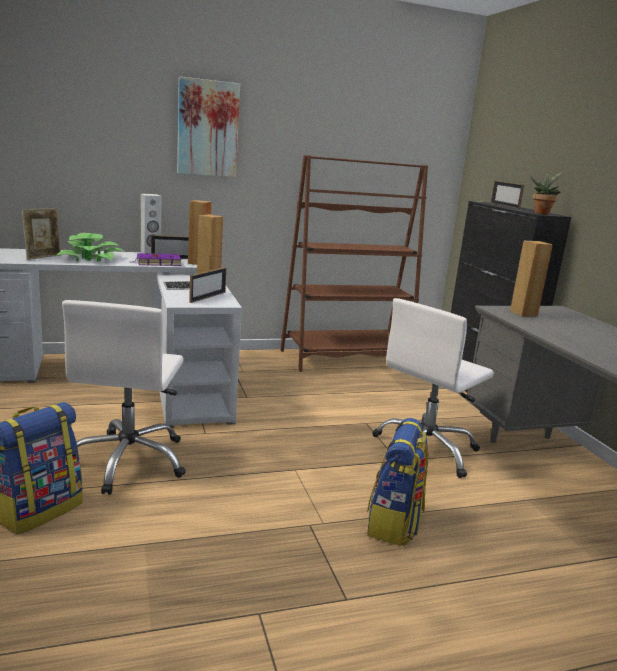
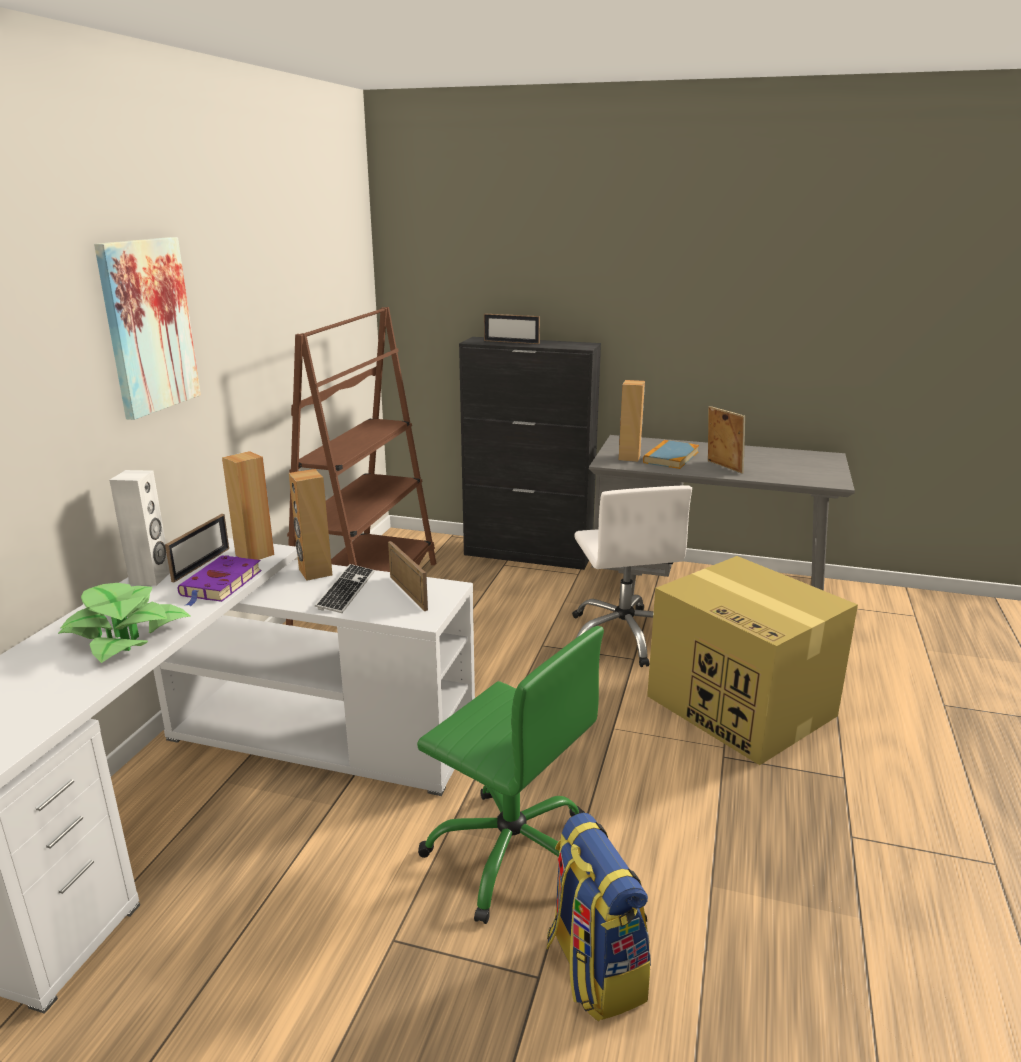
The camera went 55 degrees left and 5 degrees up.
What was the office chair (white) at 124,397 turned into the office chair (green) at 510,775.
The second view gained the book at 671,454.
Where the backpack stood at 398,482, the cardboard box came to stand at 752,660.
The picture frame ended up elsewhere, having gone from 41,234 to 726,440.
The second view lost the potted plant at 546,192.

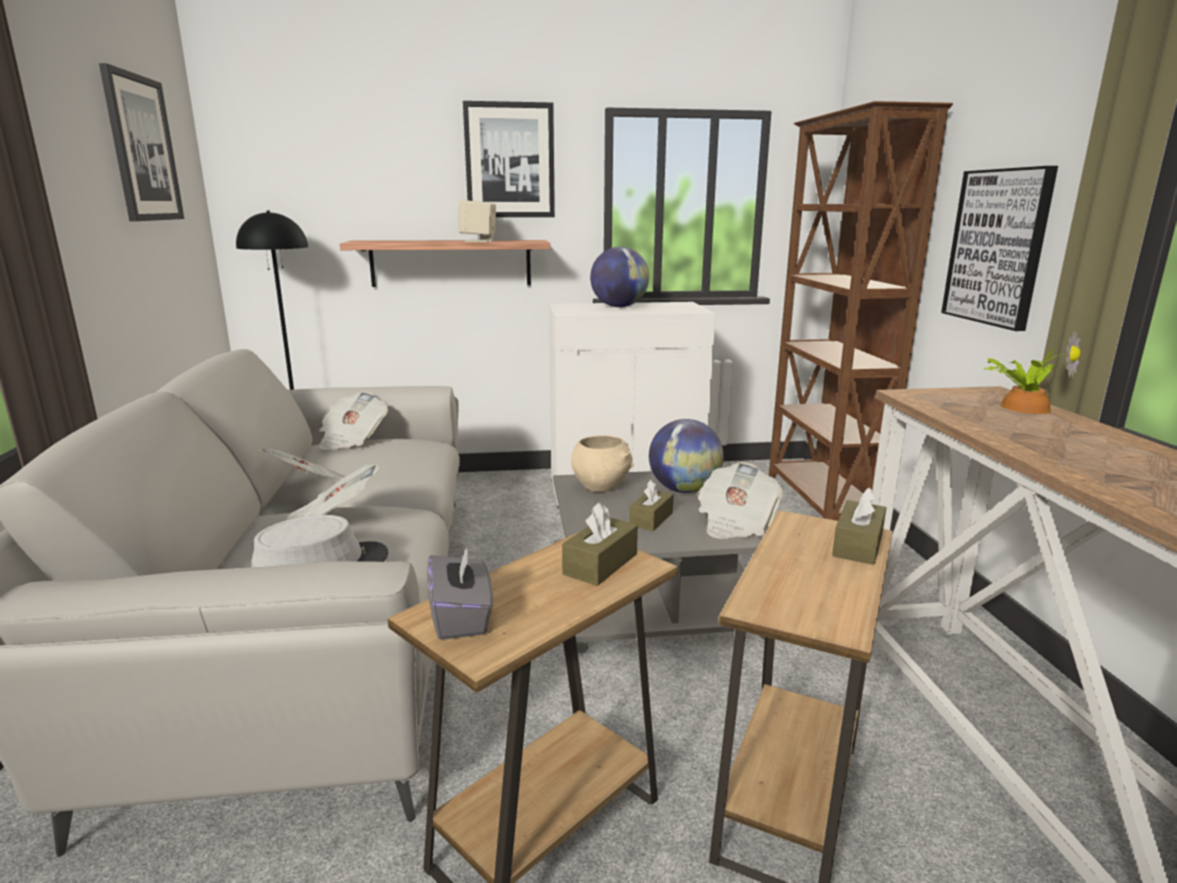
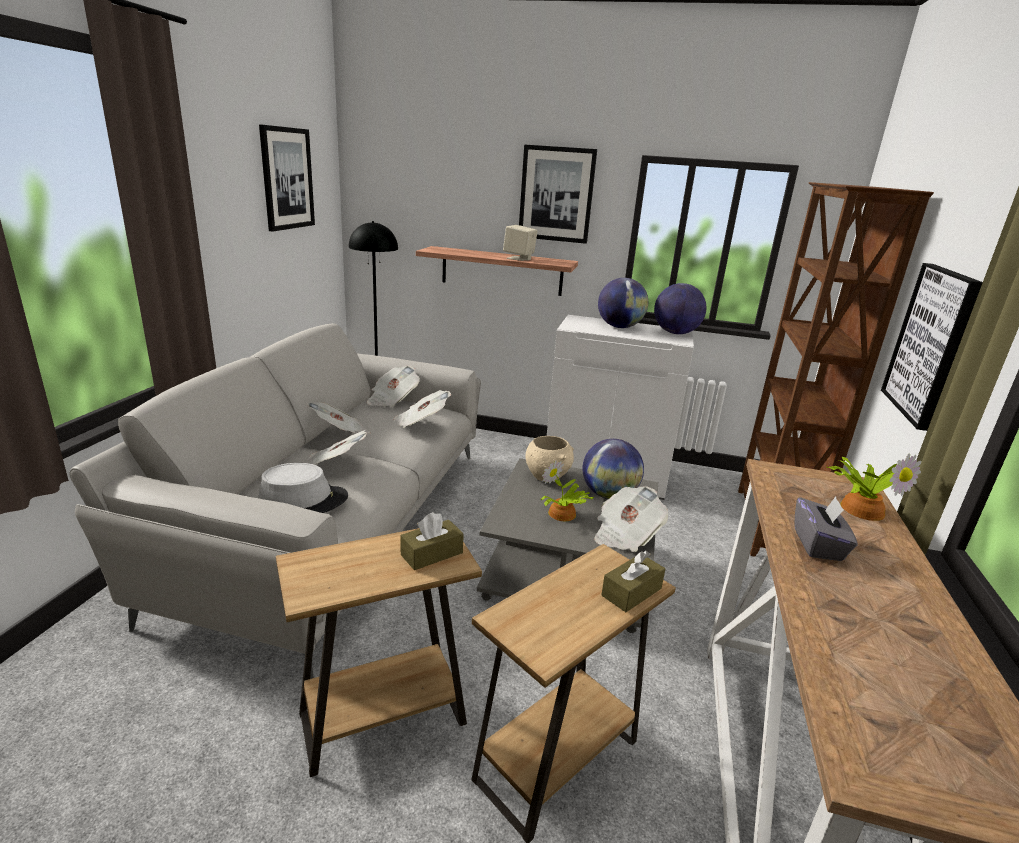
The camera went 20 degrees right and 5 degrees up.
The second view gained the newspaper at 422,409.
Where the tissue box (brown) stood at 651,505, the potted plant came to stand at 567,490.
The second view gained the globe at 680,308.
The tissue box (grey) ended up elsewhere, having gone from 460,592 to 826,529.

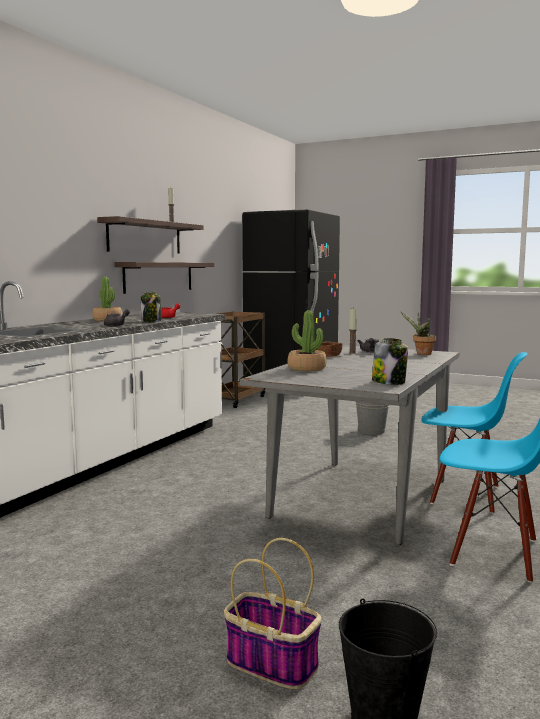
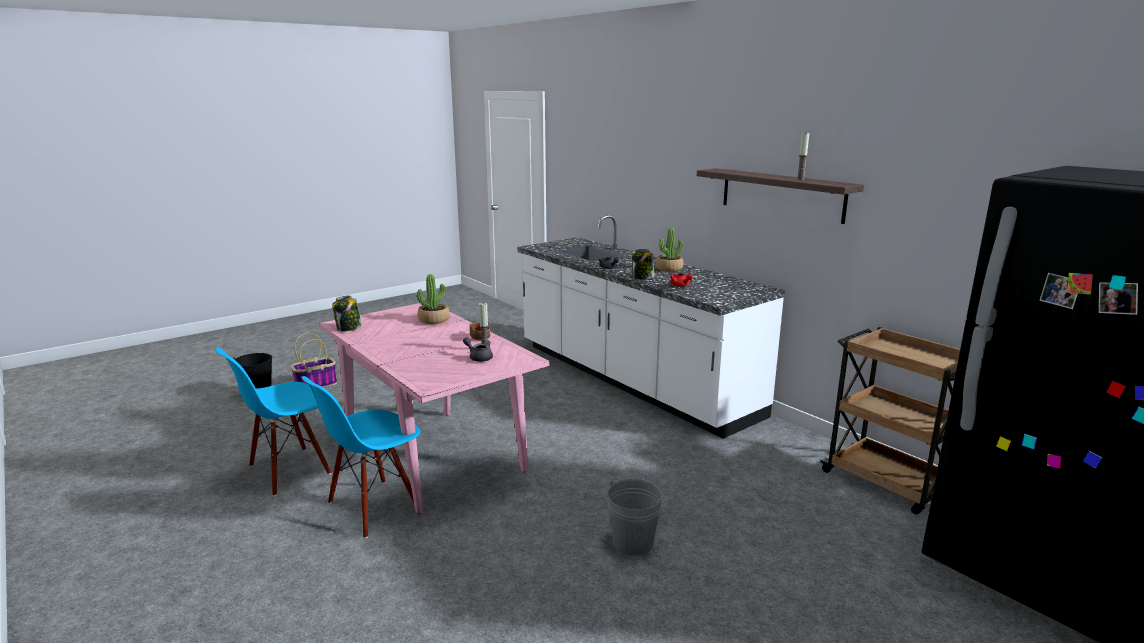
The camera went 115 degrees right and 10 degrees up.
What was the dining table (grey) at 349,445 turned into the dining table (pink) at 434,408.
The second view lost the shelf at 164,278.
The second view lost the potted plant at 418,333.

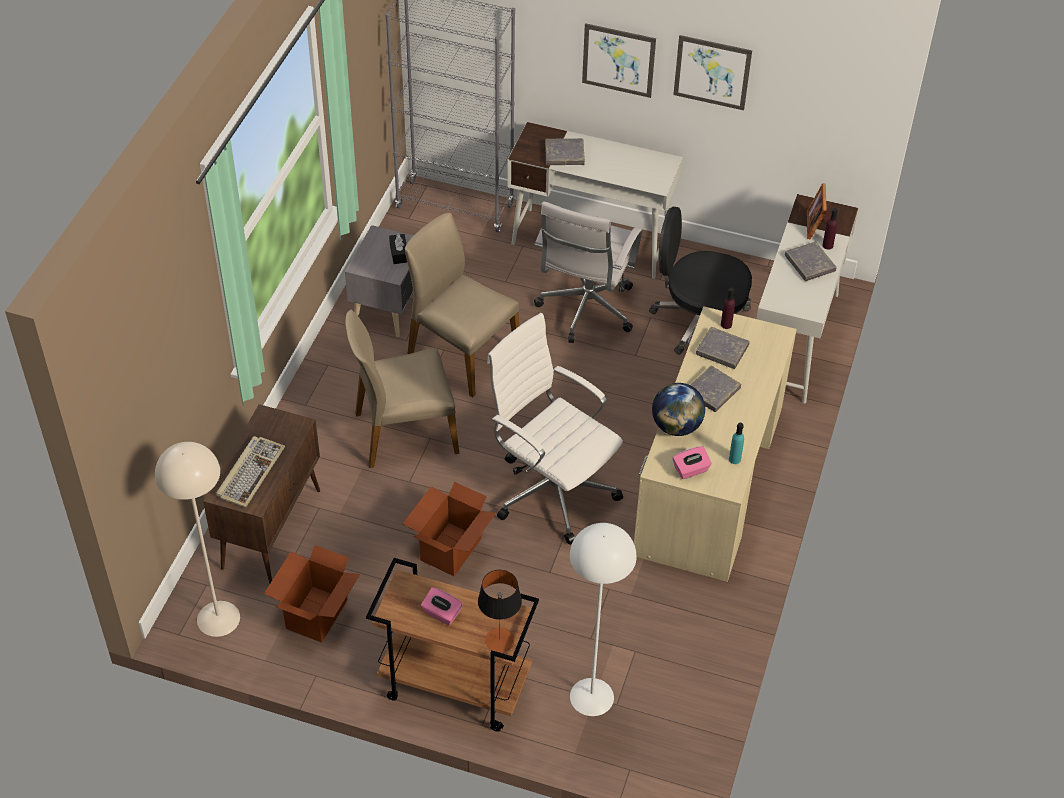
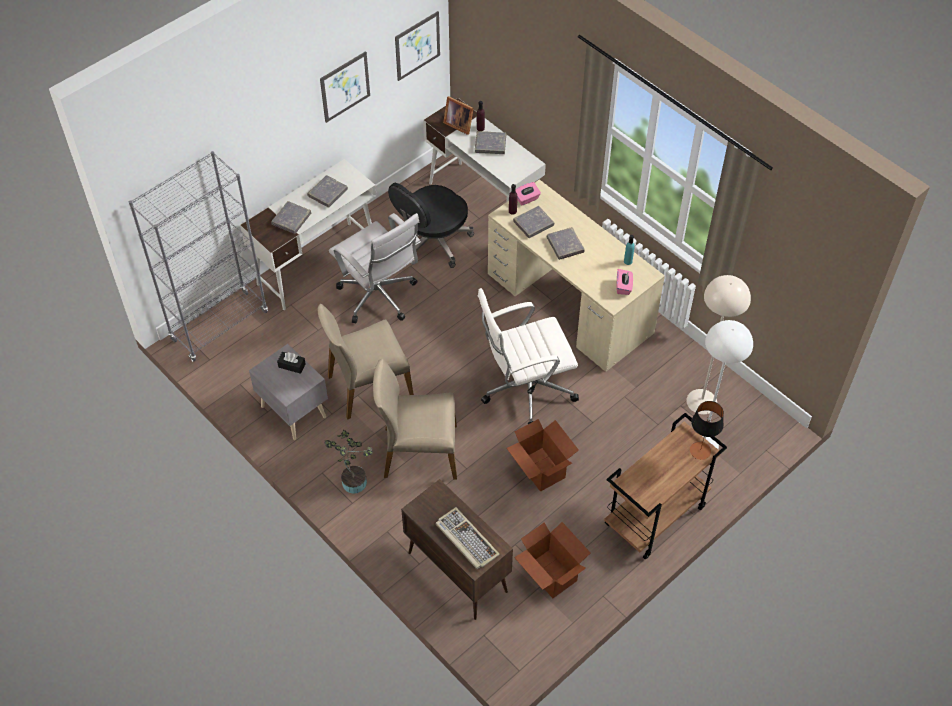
The camera went 60 degrees left and 5 degrees up.
The second view gained the book (grey) at 327,191.
The second view gained the potted plant at 349,462.
The chair (beige) at 402,388 ended up facing another way, 75 degrees clockwise from before.
The picture ended up elsewhere, having gone from 619,60 to 417,46.
The tissue box (pink) ended up elsewhere, having gone from 442,606 to 528,193.
The floor lamp (beige) ended up elsewhere, having gone from 197,539 to 718,344.
The second view lost the globe at 678,409.

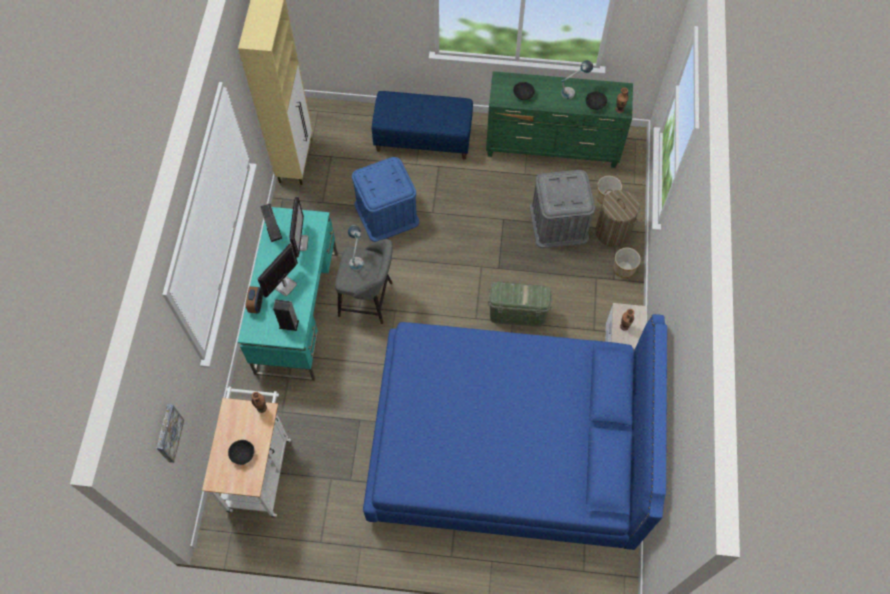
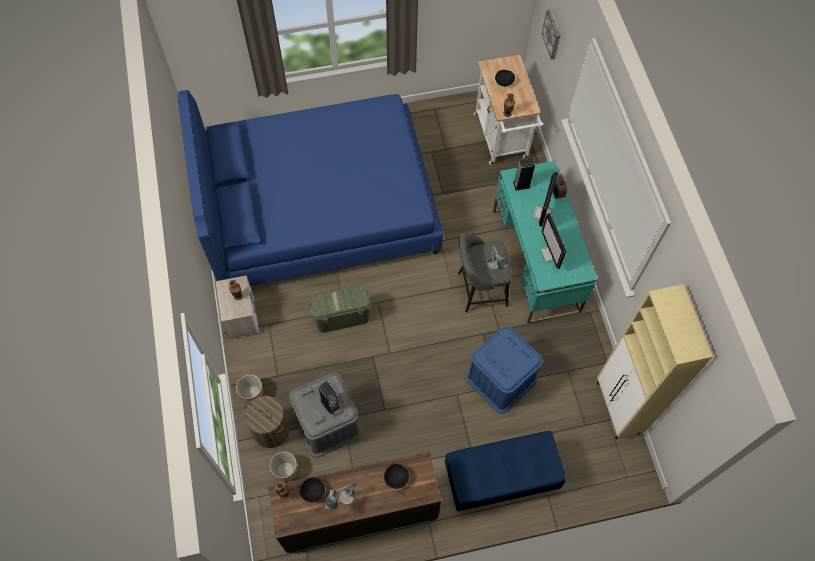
The camera went 160 degrees right and 0 degrees up.
What was the dresser (green) at 559,119 turned into the dresser (brown) at 354,502.
The speaker ended up elsewhere, having gone from 271,222 to 329,397.

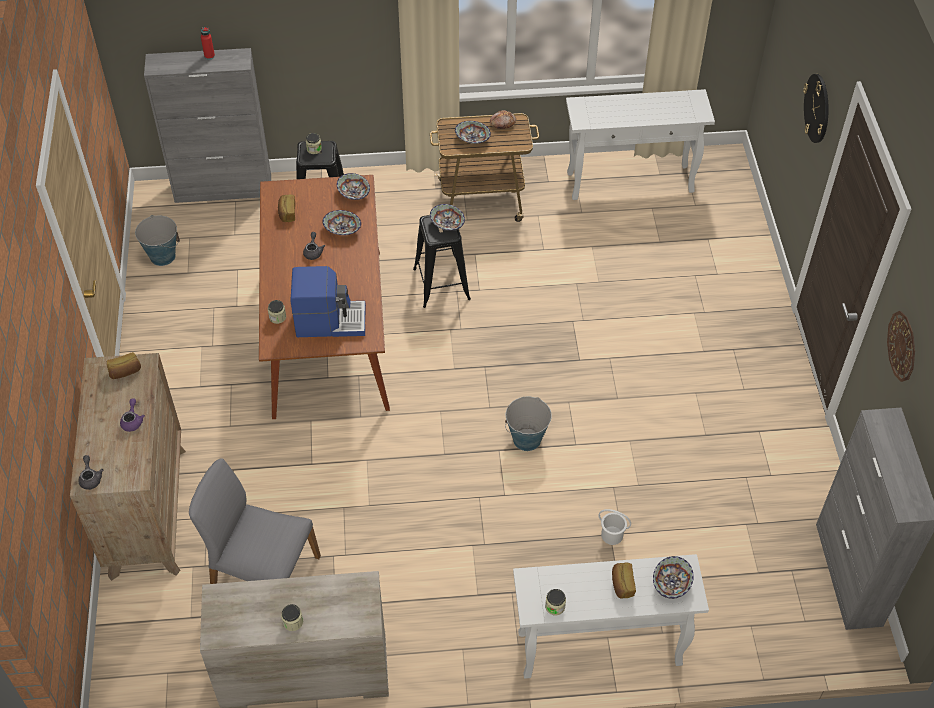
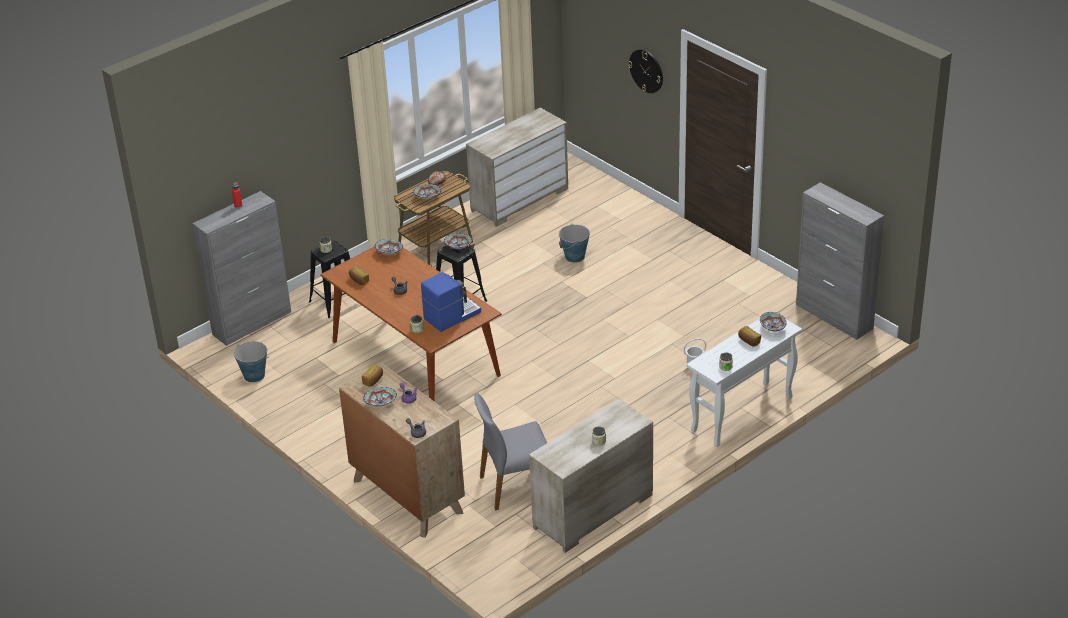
The camera went 35 degrees left and 15 degrees down.
The bowl ended up elsewhere, having gone from 342,222 to 380,397.
Where the console table (white) stood at 640,144, the dresser (beige) came to stand at 517,167.
The bucket ended up elsewhere, having gone from 528,424 to 574,243.
The second view lost the wall clock at 901,346.

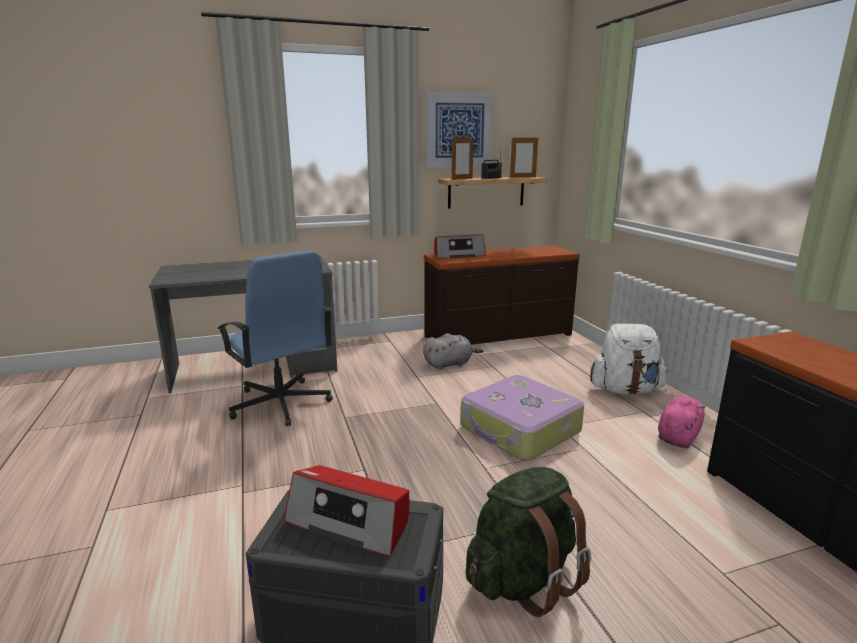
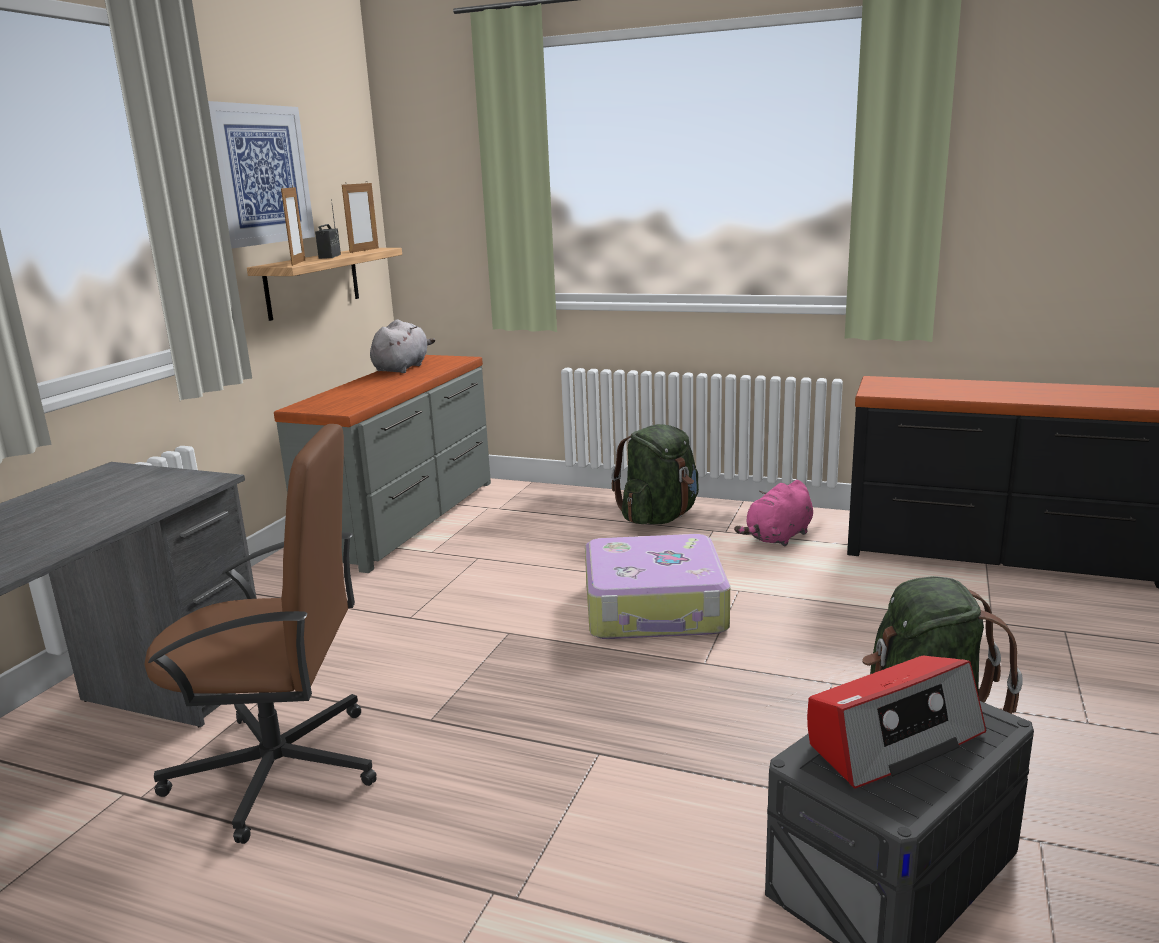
The camera went 50 degrees left and 0 degrees up.
What was the office chair (blue) at 275,338 turned into the office chair (brown) at 260,634.
What was the dresser (brown) at 502,295 turned into the dresser (grey) at 382,464.
The plush toy (grey) ended up elsewhere, having gone from 453,352 to 402,346.
What was the backpack (white) at 629,359 turned into the backpack (green) at 655,474.
The plush toy (pink) at 681,422 ended up facing another way, 120 degrees counterclockwise from before.
The second view lost the radio at 460,246.

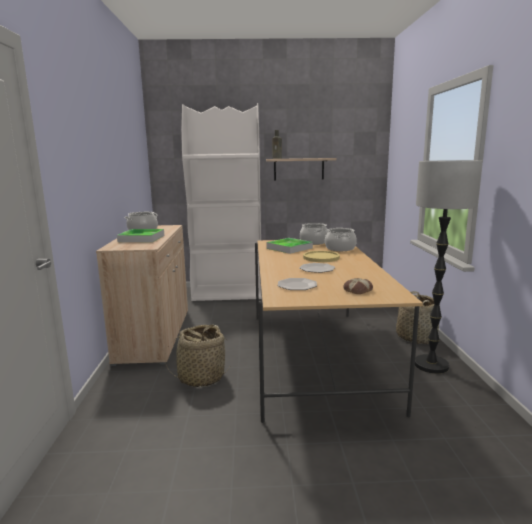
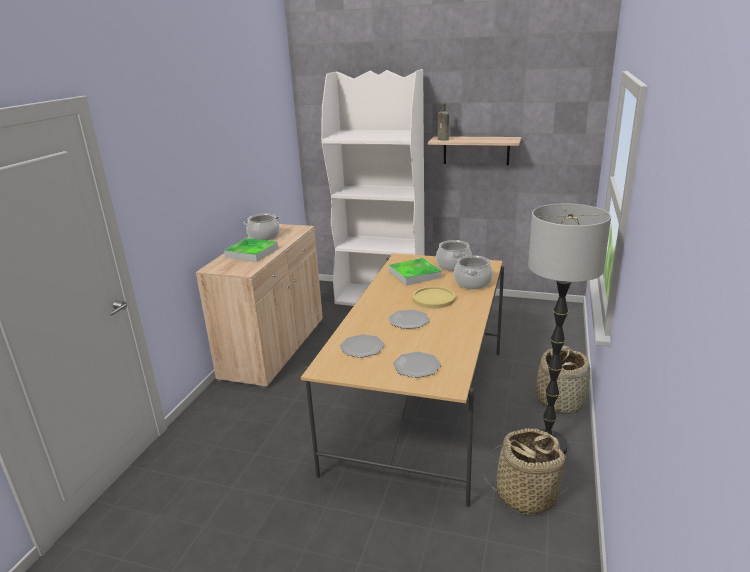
The camera went 20 degrees right and 10 degrees up.
Where the bread stood at 358,286, the plate came to stand at 417,365.
The basket ended up elsewhere, having gone from 198,356 to 525,471.

